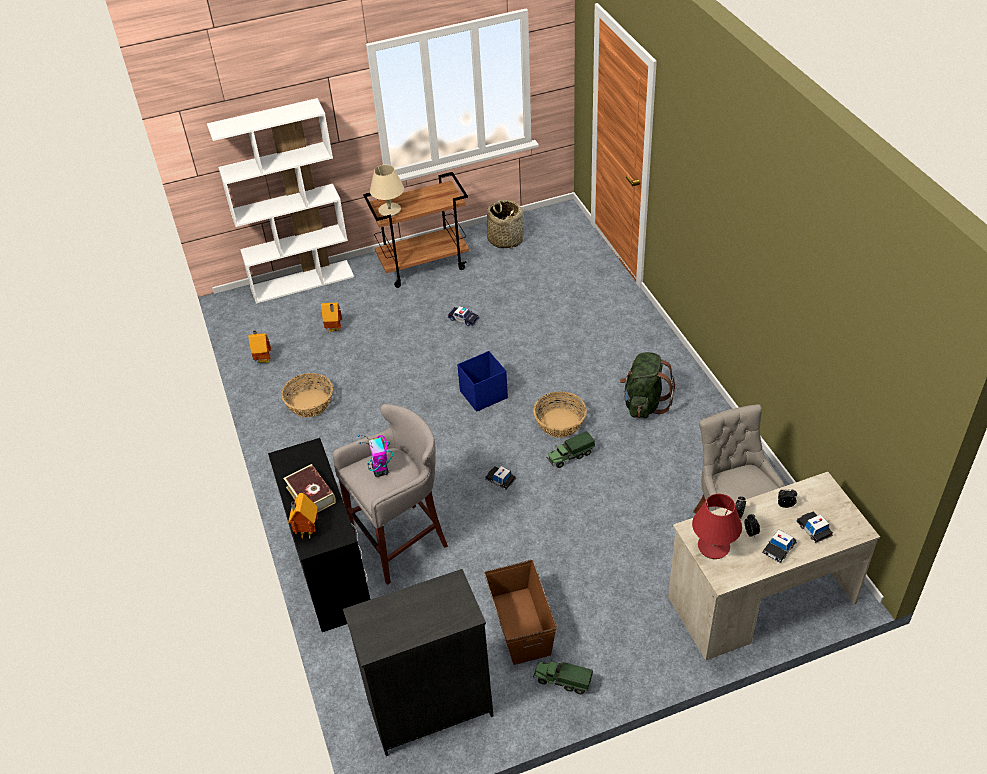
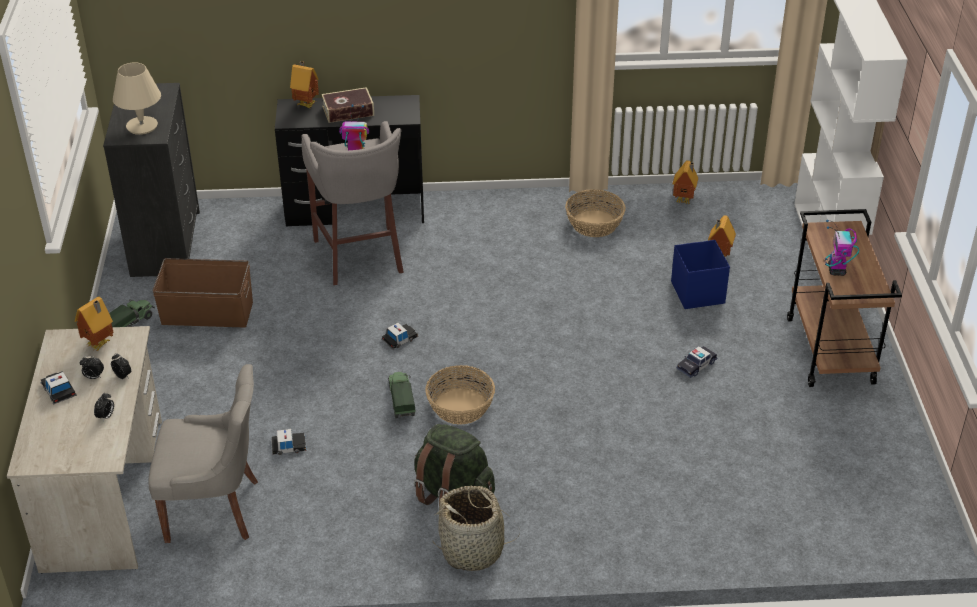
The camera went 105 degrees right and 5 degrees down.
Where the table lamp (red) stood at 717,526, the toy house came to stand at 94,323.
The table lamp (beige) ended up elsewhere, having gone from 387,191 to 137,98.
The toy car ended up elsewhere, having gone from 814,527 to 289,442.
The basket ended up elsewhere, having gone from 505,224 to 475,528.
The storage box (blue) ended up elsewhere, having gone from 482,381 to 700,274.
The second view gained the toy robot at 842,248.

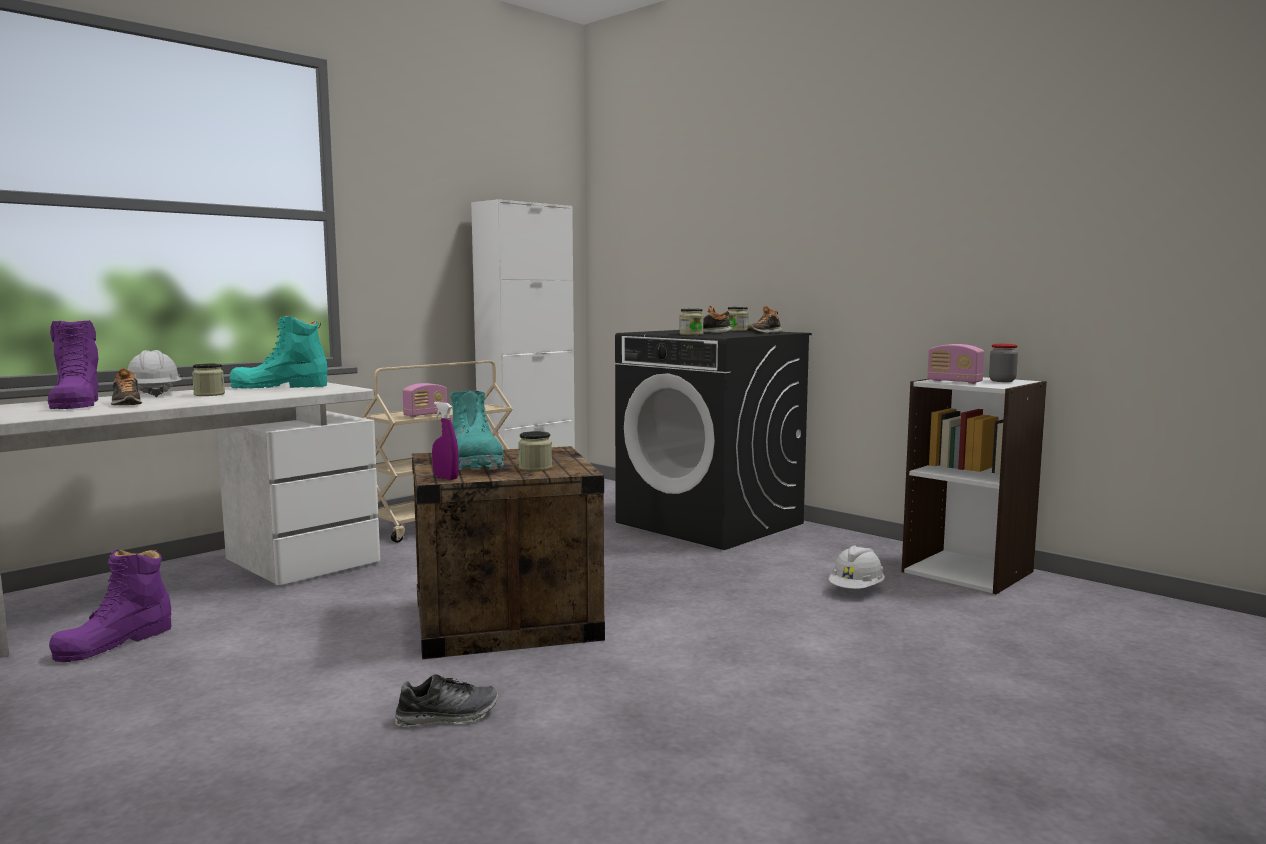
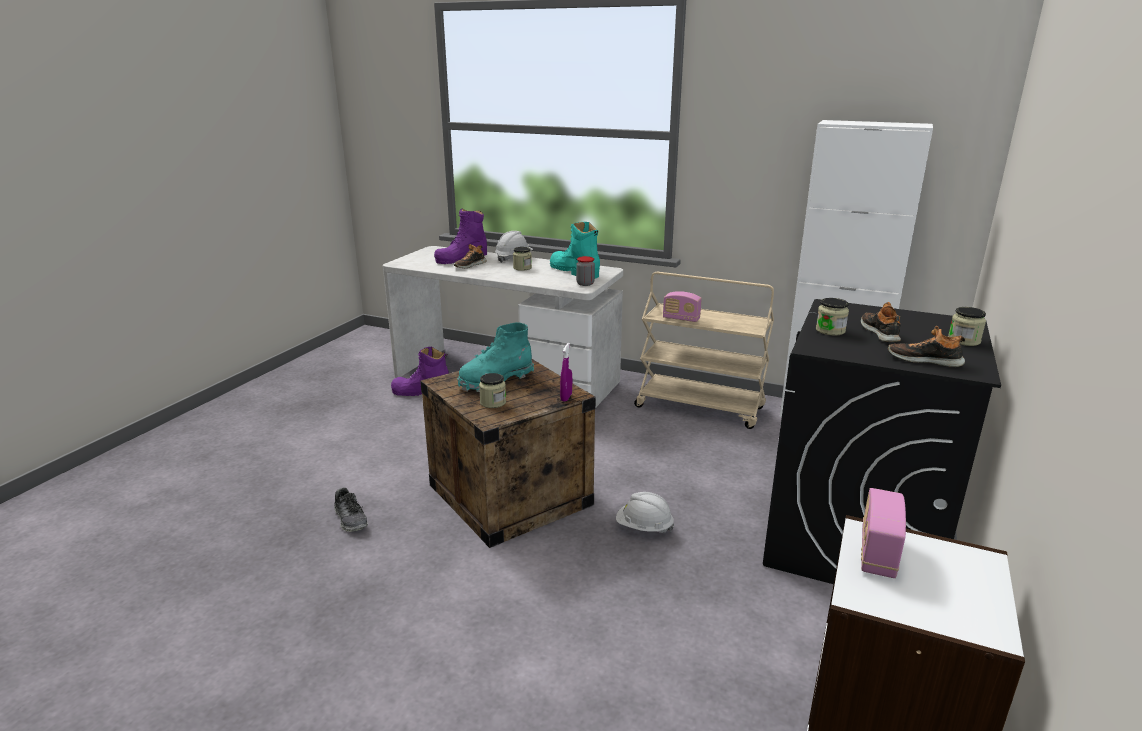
The camera went 70 degrees right and 15 degrees up.
The spray bottle (purple) ended up elsewhere, having gone from 445,441 to 566,372.
The jar ended up elsewhere, having gone from 1003,363 to 585,271.
The hard hat (white) ended up elsewhere, having gone from 856,567 to 645,512.

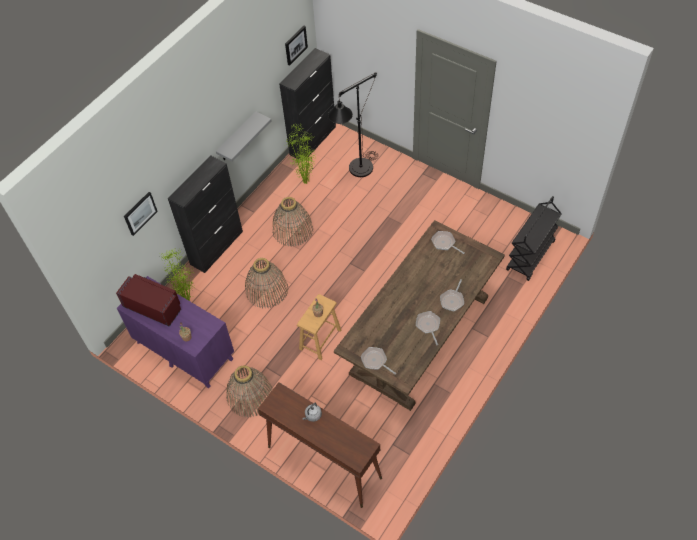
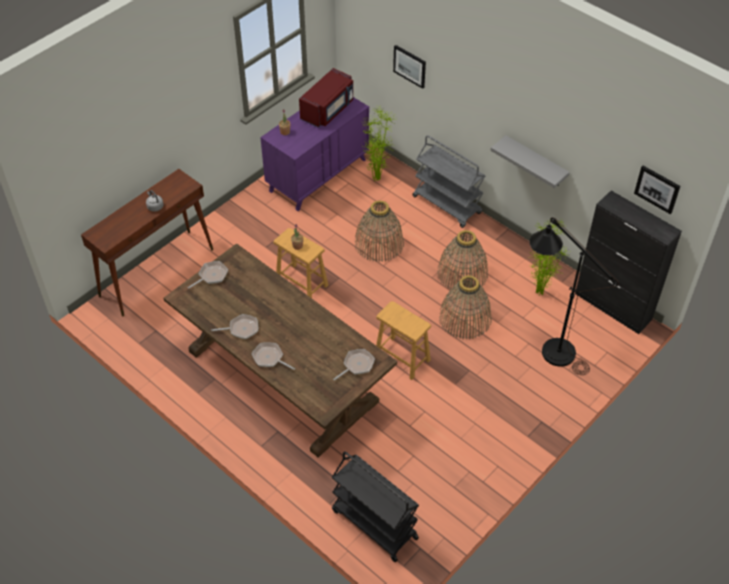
The camera went 95 degrees right and 5 degrees down.
The second view gained the stool (brown) at 403,340.
Where the cabinet (black) stood at 205,214, the cart (grey) came to stand at 448,181.
The basket ended up elsewhere, having gone from 249,391 to 465,307.

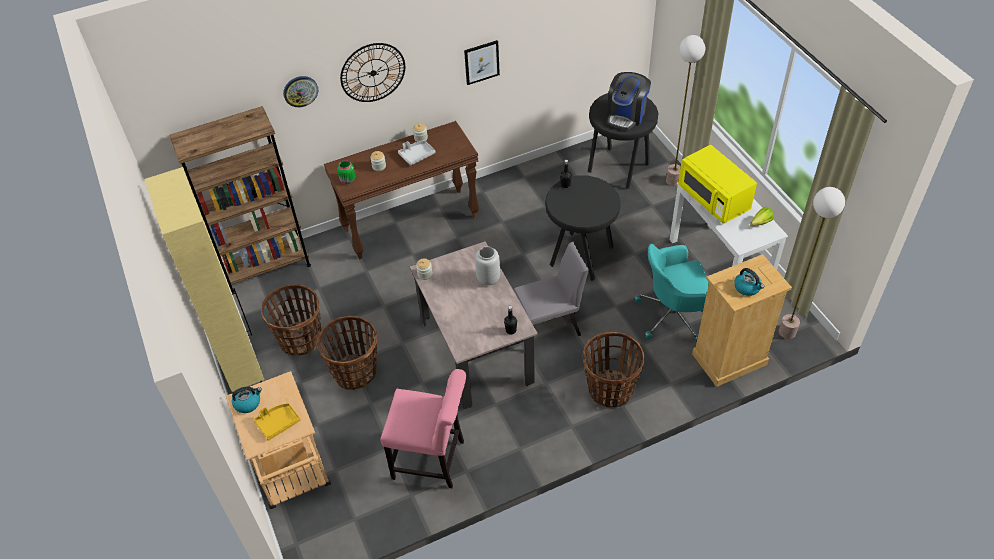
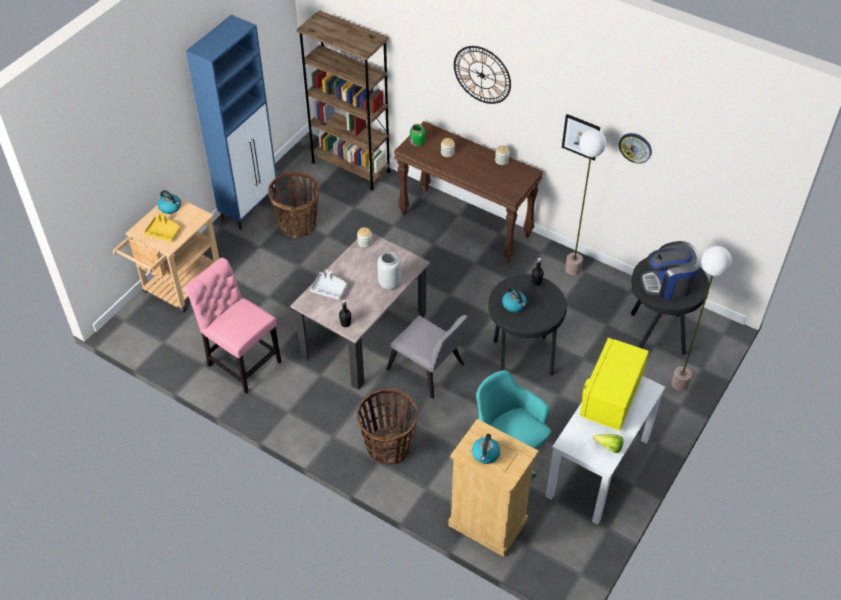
The camera went 55 degrees right and 0 degrees up.
The chair (pink) at 423,428 ended up facing another way, 150 degrees clockwise from before.
What was the cabinet (beige) at 204,279 turned into the cabinet (blue) at 232,122.
The tray (grey) ended up elsewhere, having gone from 417,153 to 328,285.
The second view gained the kettle at 514,299.
The floor lamp ended up elsewhere, having gone from 812,263 to 585,202.
The wall clock ended up elsewhere, having gone from 300,91 to 635,148.
The second view lost the basket at 347,353.

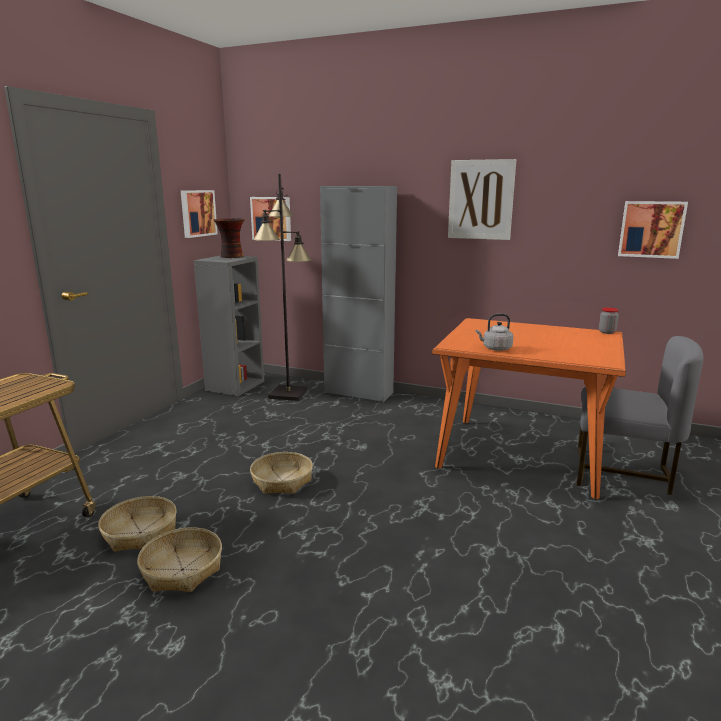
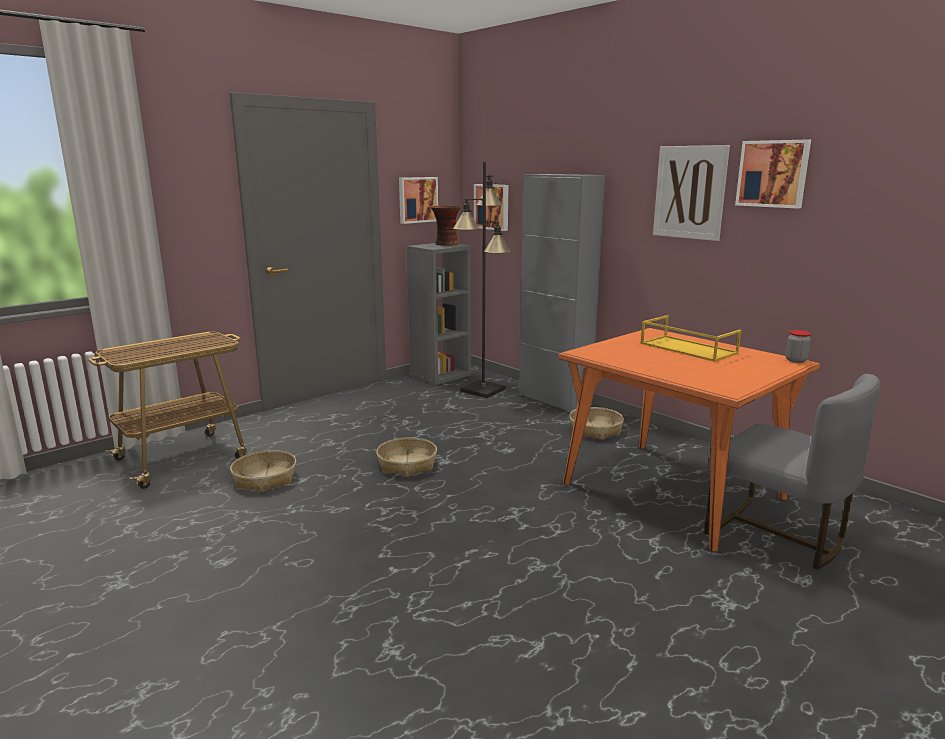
The camera went 25 degrees right and 0 degrees up.
The basket ended up elsewhere, having gone from 179,559 to 596,423.
The second view gained the tray (yellow) at 690,338.
The picture ended up elsewhere, having gone from 653,230 to 773,174.
The second view lost the kettle (grey) at 494,332.

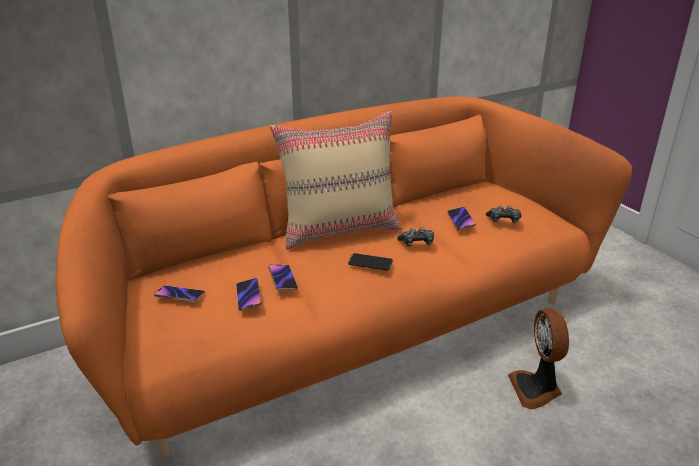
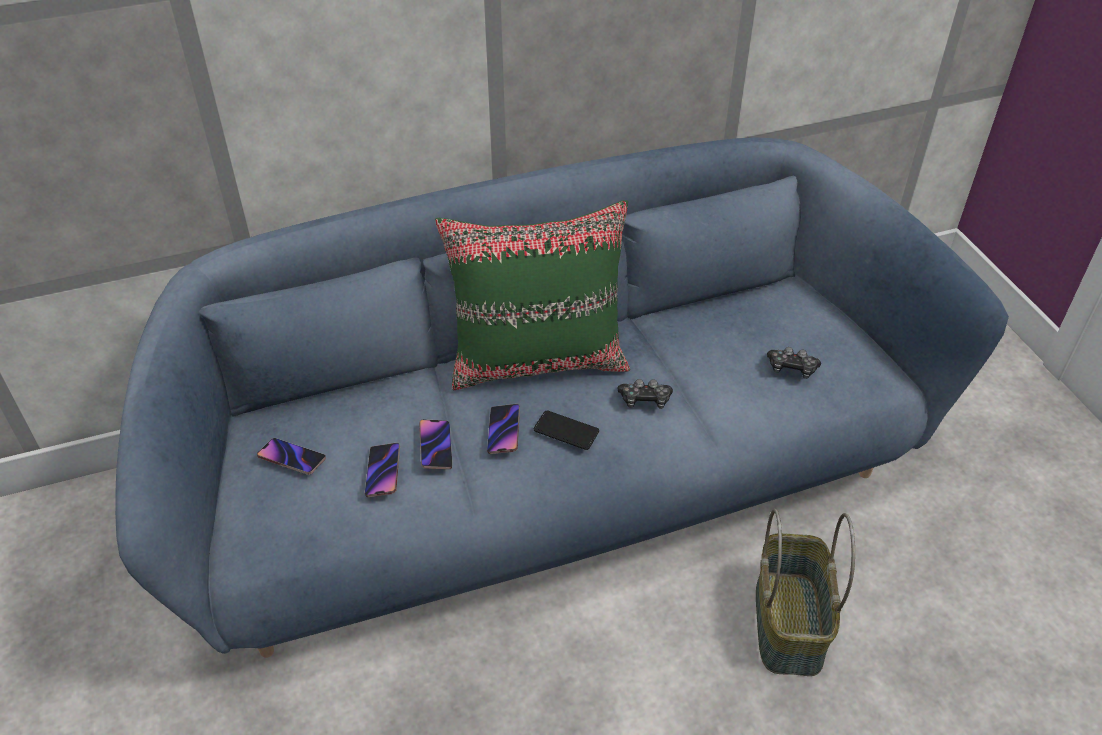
The camera went 10 degrees right and 15 degrees up.
What was the sofa (orange) at 344,278 turned into the sofa (blue) at 562,397.
What was the pillow (beige) at 336,180 turned into the pillow (green) at 532,295.
The phone ended up elsewhere, having gone from 461,218 to 503,429.
Where the fan stood at 538,358, the basket came to stand at 805,592.

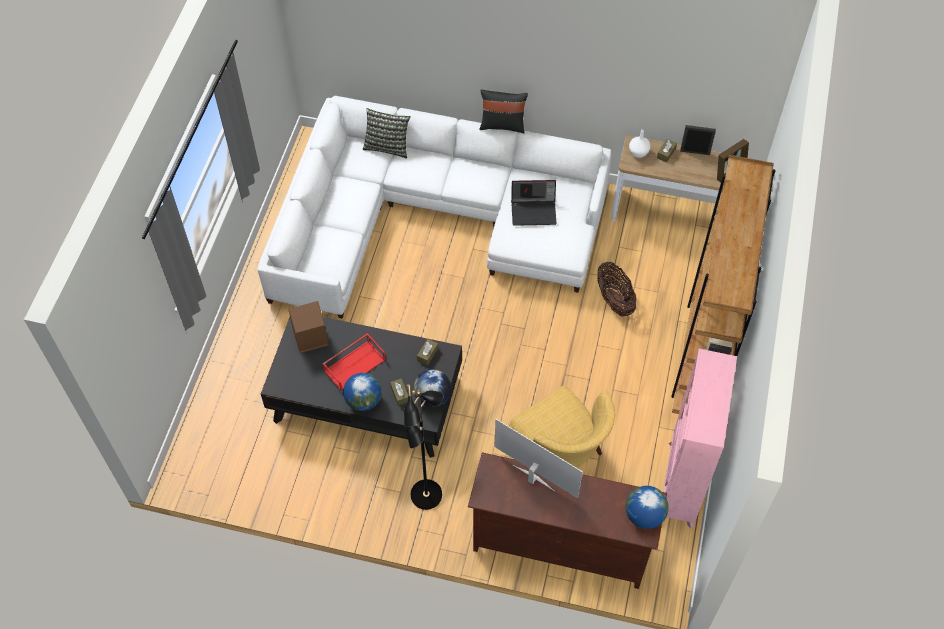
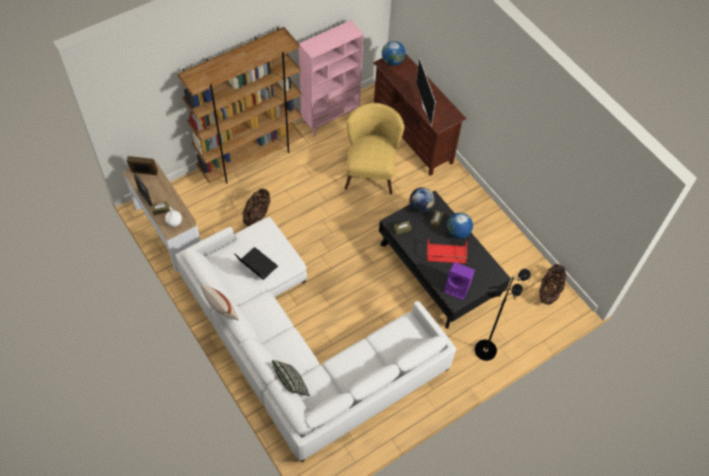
The camera went 140 degrees left and 0 degrees up.
What was the pillow (black) at 503,111 turned into the pillow (beige) at 220,302.
What was the speaker (brown) at 308,327 turned into the speaker (purple) at 459,281.
The floor lamp (black) ended up elsewhere, having gone from 423,447 to 502,315.
The second view gained the basket at 552,284.

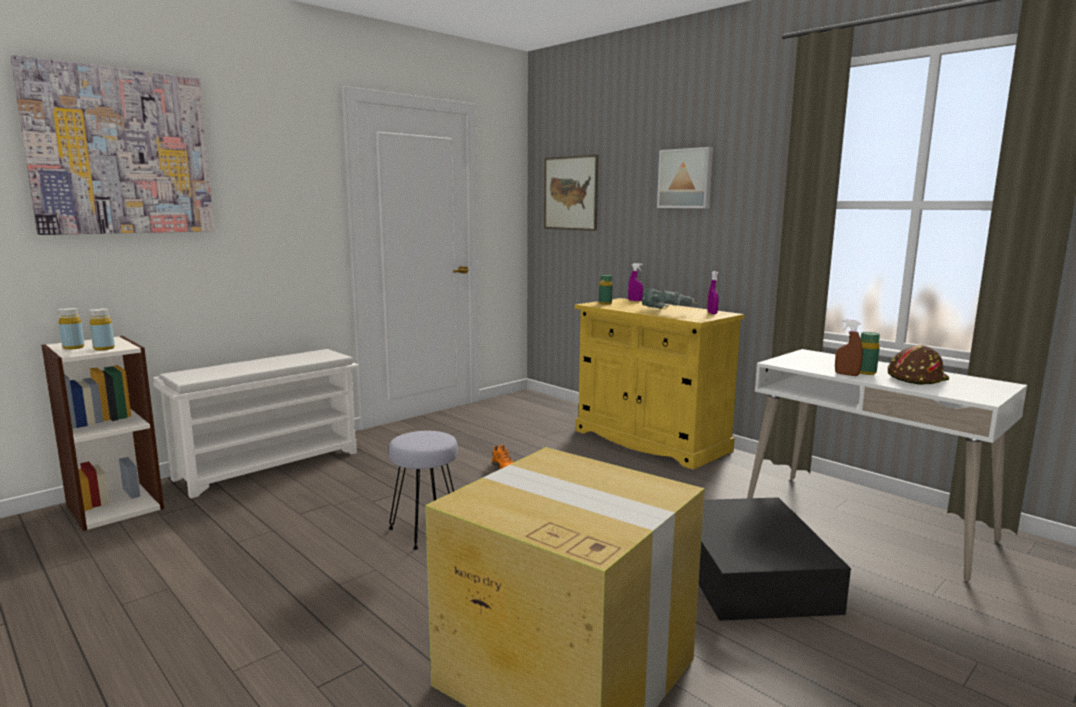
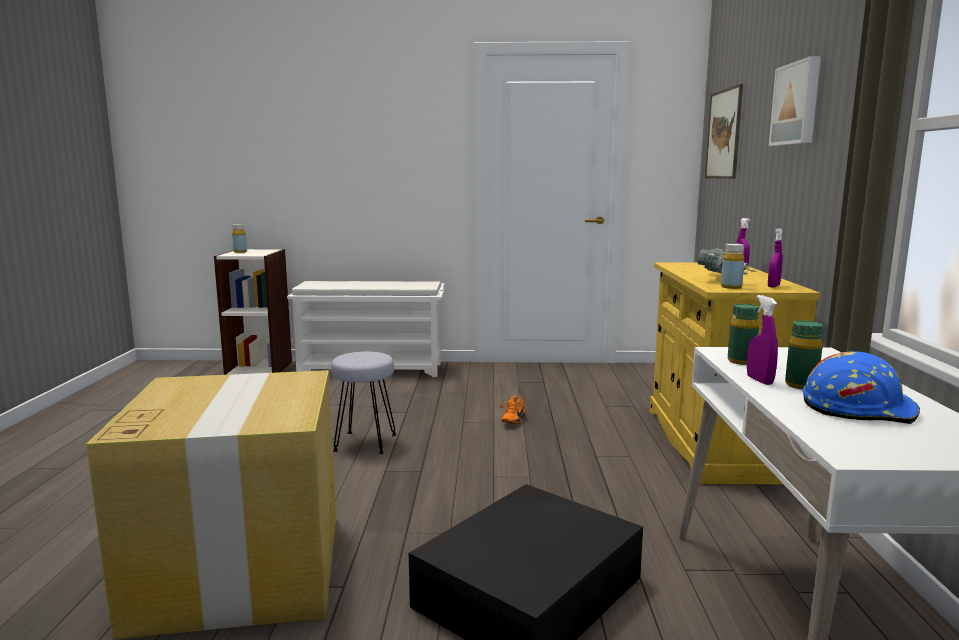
The camera went 45 degrees right and 0 degrees up.
The bottle (yellow) ended up elsewhere, having gone from 102,329 to 732,266.
The bottle (green) ended up elsewhere, having gone from 606,290 to 743,334.
What was the spray bottle (brown) at 849,347 turned into the spray bottle (purple) at 762,340.
What was the hard hat (brown) at 918,365 turned into the hard hat (blue) at 861,387.
The second view lost the picture at 112,145.

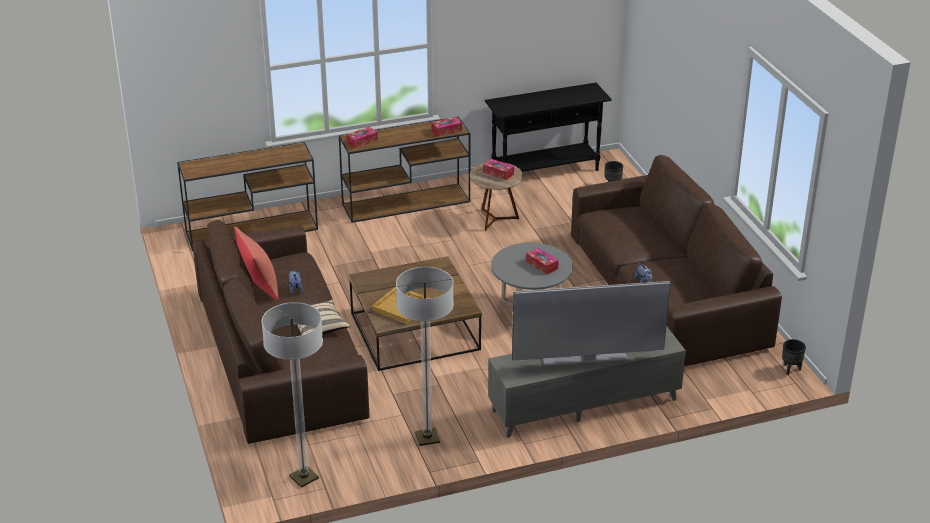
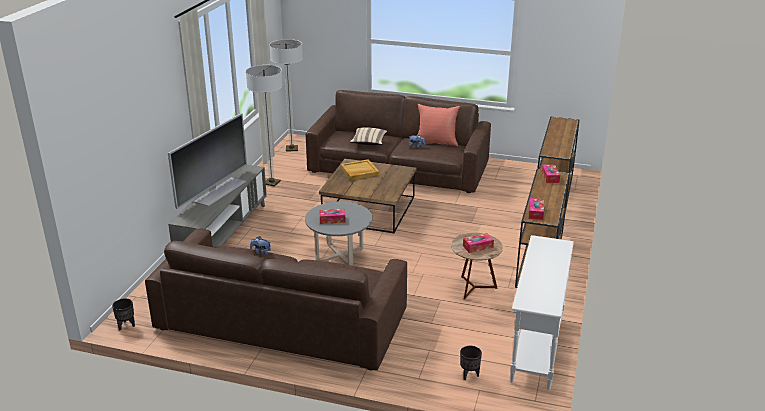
The camera went 125 degrees right and 5 degrees down.
What was the console table (black) at 548,127 turned into the console table (white) at 542,312.

